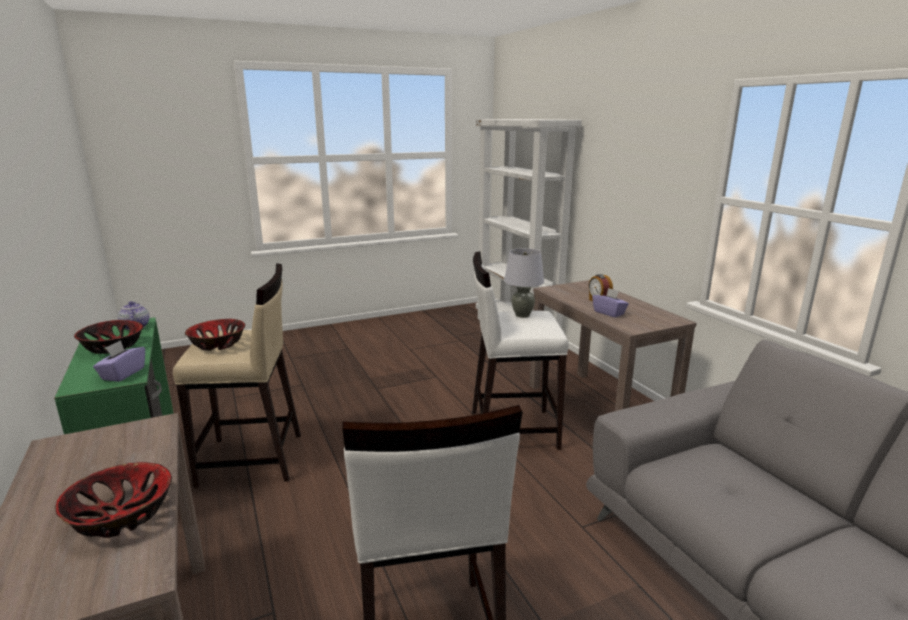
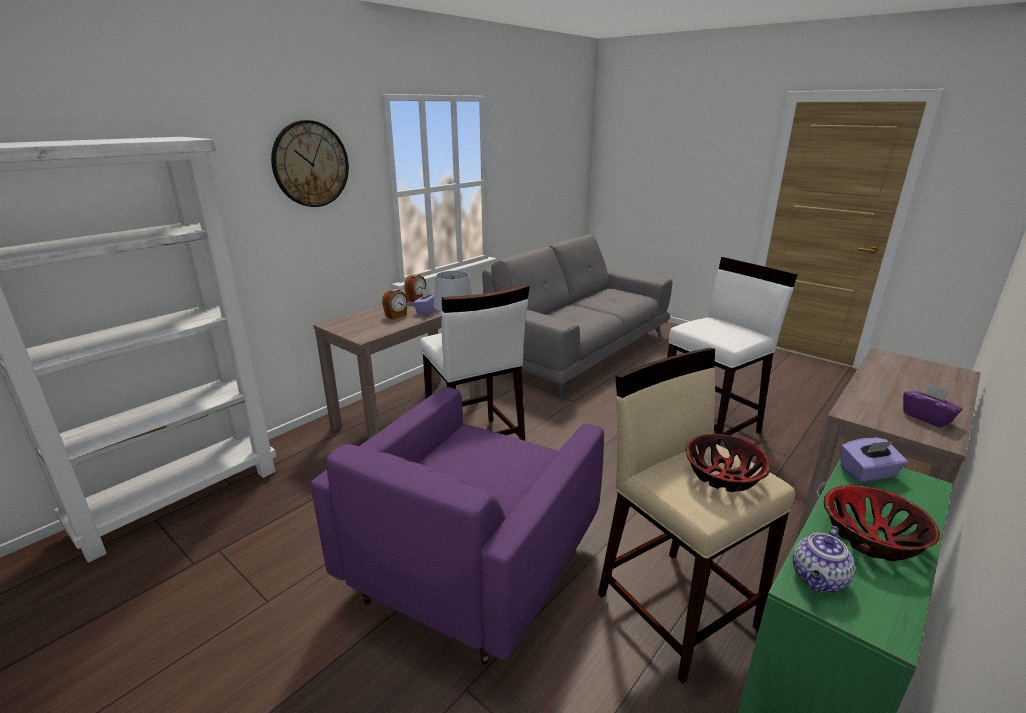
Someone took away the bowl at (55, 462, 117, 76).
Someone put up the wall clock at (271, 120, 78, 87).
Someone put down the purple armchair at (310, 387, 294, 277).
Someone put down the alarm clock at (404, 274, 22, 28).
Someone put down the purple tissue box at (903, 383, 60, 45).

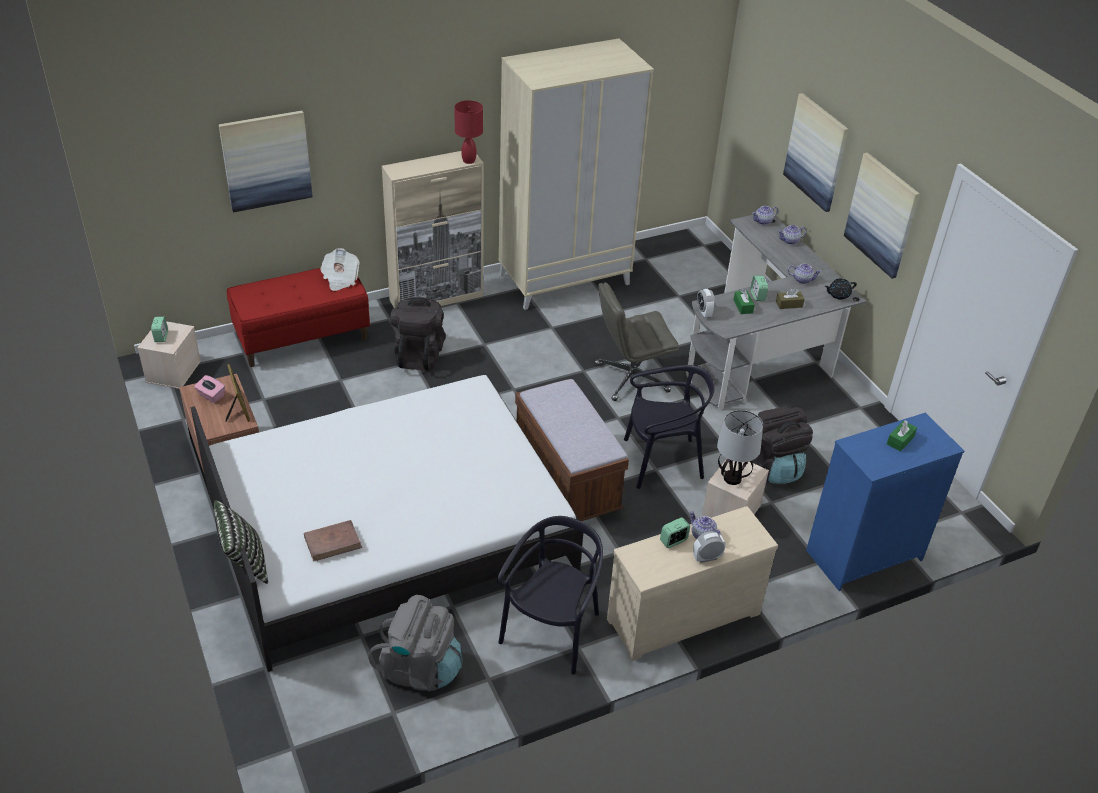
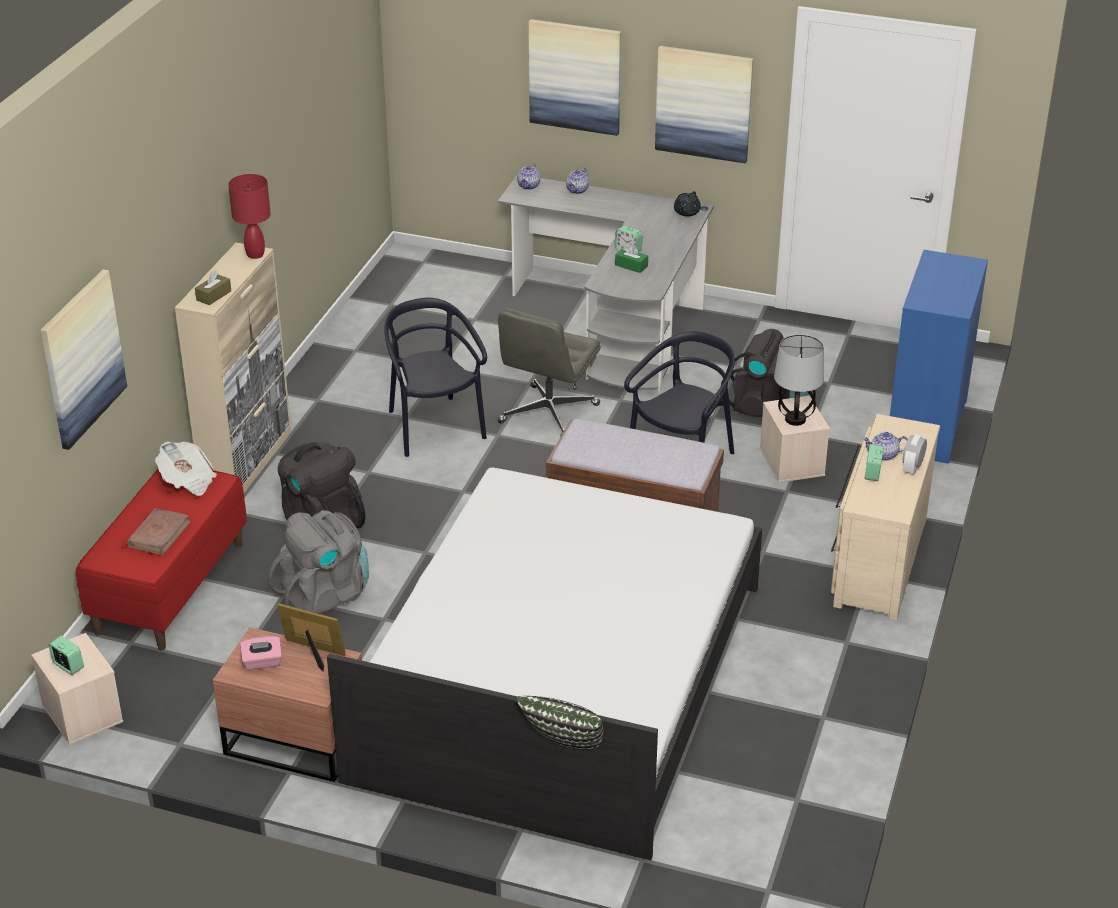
Someone took away the beige wardrobe at (498, 38, 156, 272).
Someone took away the alarm clock at (697, 289, 18, 29).
Someone took away the teapot at (788, 264, 34, 20).
Someone took away the green tissue box at (887, 420, 30, 32).
Someone carried the brown book from (304, 520, 58, 42) to (127, 508, 64, 47).
Someone carried the grey backpack from (368, 595, 95, 96) to (268, 510, 101, 104).
Someone carried the black chair from (497, 516, 106, 159) to (384, 298, 103, 159).
Someone carried the brown tissue box from (776, 288, 29, 21) to (195, 271, 36, 34).

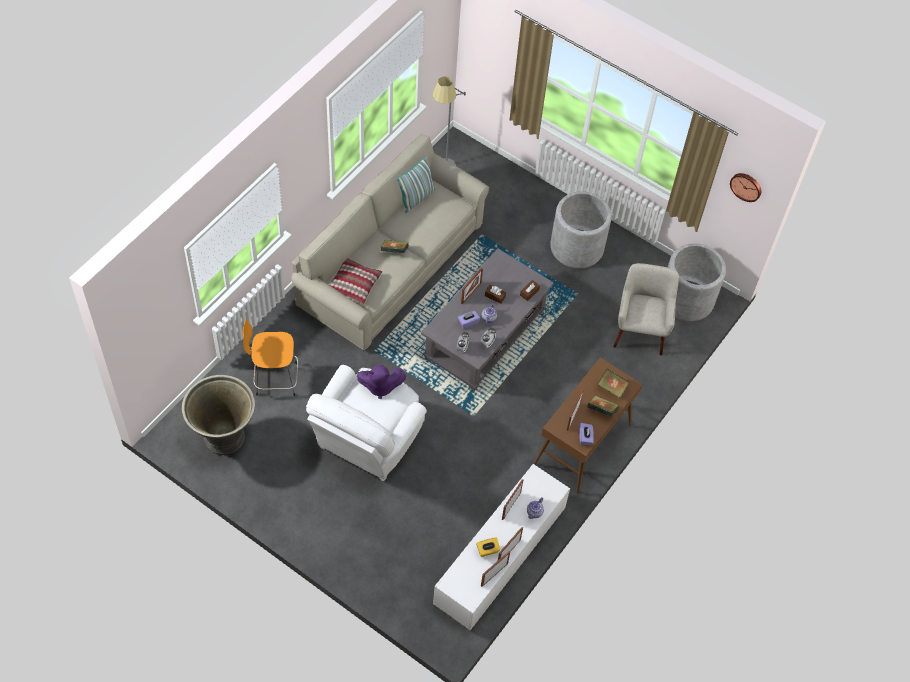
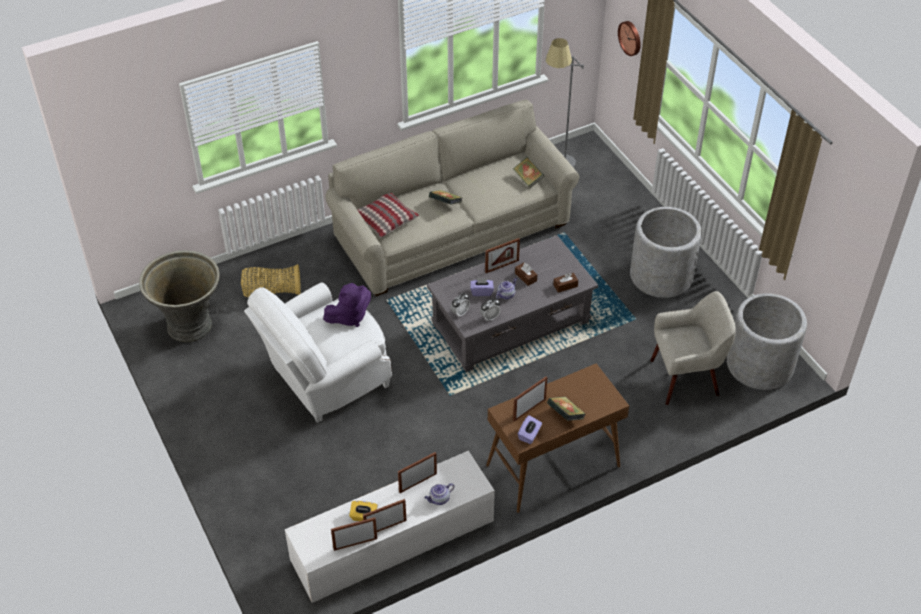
Someone took away the pillow at (397, 156, 39, 57).
Someone carried the book from (597, 369, 33, 29) to (513, 157, 31, 31).
Someone carried the wall clock from (730, 173, 31, 29) to (618, 21, 23, 35).
Someone swapped the orange stool at (243, 319, 55, 77) for the basket at (241, 264, 60, 33).
Someone rotated the purple plush toy at (357, 364, 49, 35) by 60 degrees counterclockwise.
Someone rotated the beige armchair at (613, 263, 66, 92) by 45 degrees clockwise.

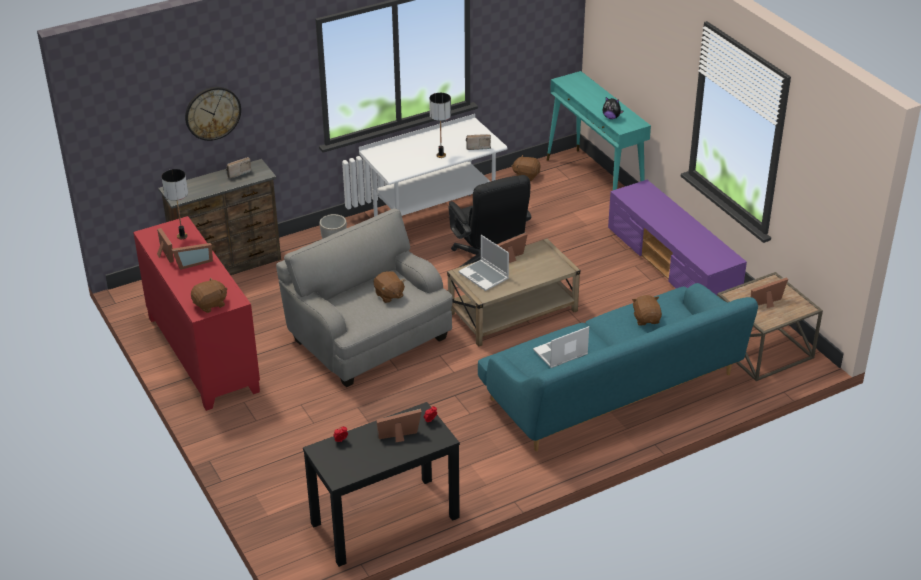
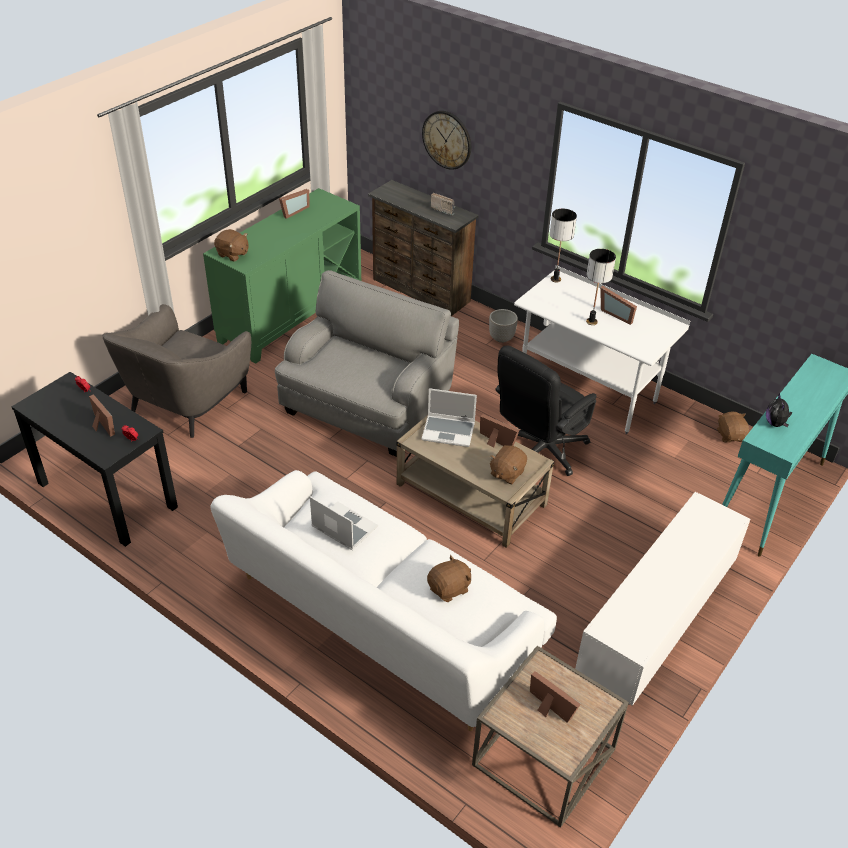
Someone took away the radio at (466, 134, 25, 16).
Someone put down the grey armchair at (102, 304, 149, 134).
Someone carried the table lamp from (161, 169, 27, 70) to (550, 209, 27, 74).
Someone carried the picture frame from (171, 243, 42, 27) to (600, 286, 37, 39).
Someone carried the brown plush toy from (374, 271, 31, 32) to (489, 445, 38, 39).
Someone repainted the red cabinet at (133, 216, 127, 195), which became the green cabinet at (203, 188, 158, 176).
Someone repainted the turquoise sofa at (478, 283, 280, 168), which became the white sofa at (210, 470, 347, 261).
Someone repainted the purple tv stand at (608, 180, 139, 115), which became the white tv stand at (575, 492, 176, 214).
Someone rotated the laptop at (458, 235, 51, 56) by 105 degrees counterclockwise.

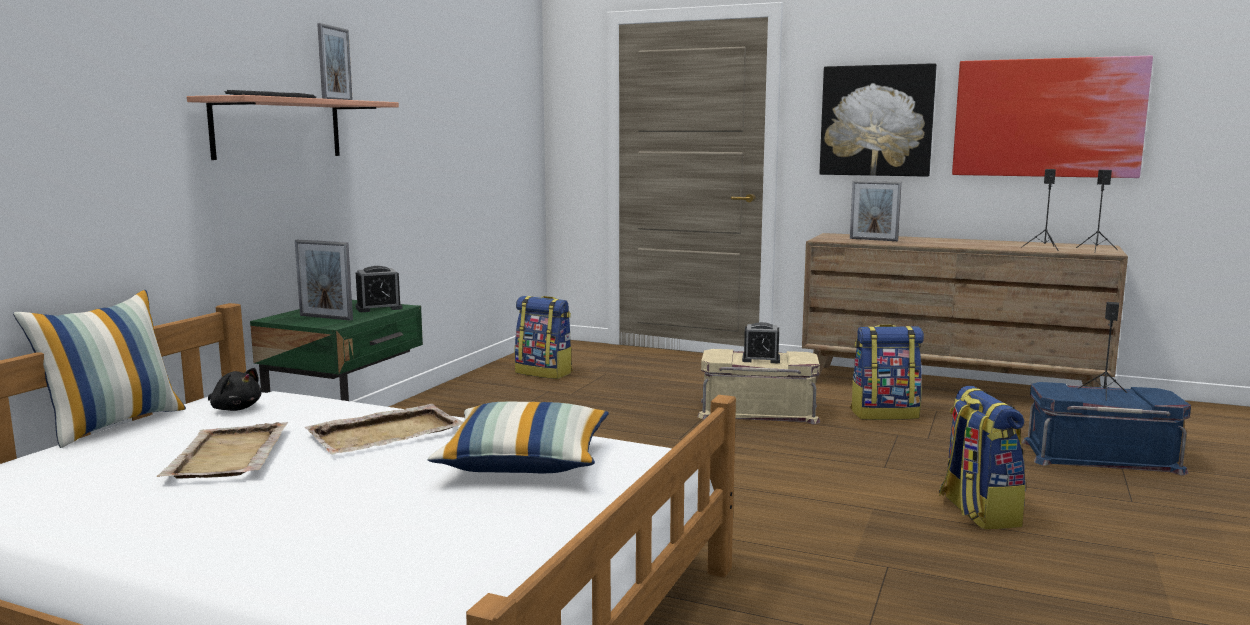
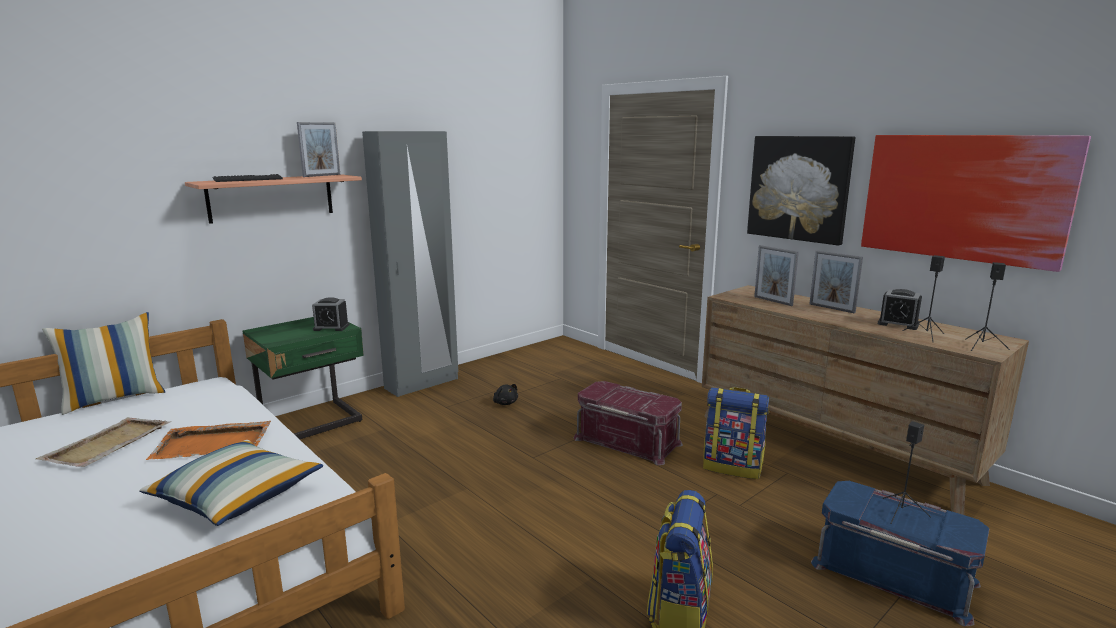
Someone took away the backpack at (515, 296, 57, 83).
Someone put down the grey wardrobe at (362, 131, 96, 266).
Someone carried the black plush toy from (208, 368, 54, 43) to (493, 384, 25, 21).
Someone carried the picture frame from (295, 240, 58, 81) to (810, 250, 53, 63).
Someone carried the alarm clock from (742, 322, 38, 41) to (878, 289, 44, 41).
Someone repainted the beige tray at (304, 404, 159, 51), which became the orange tray at (146, 421, 125, 39).
Someone repainted the beige storage box at (698, 349, 122, 75), which became the red storage box at (574, 381, 109, 84).

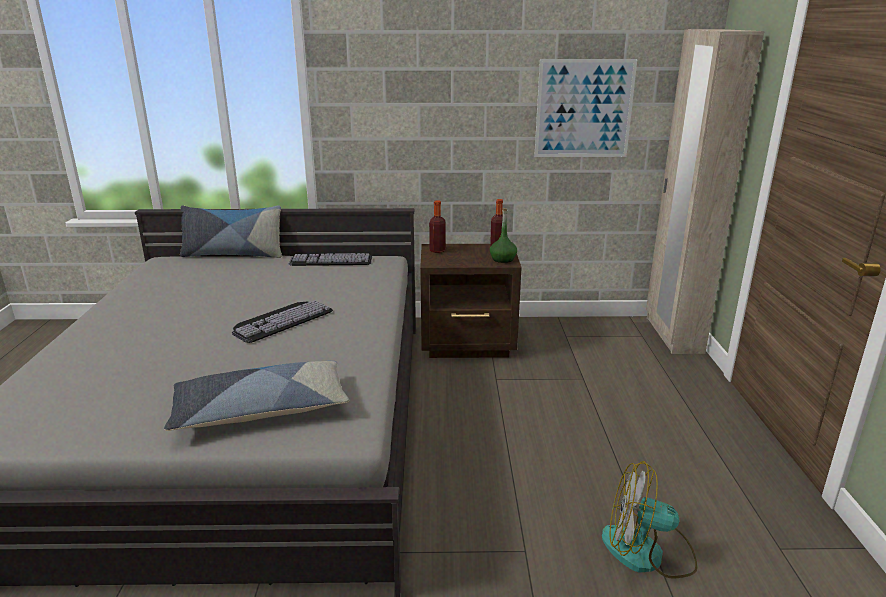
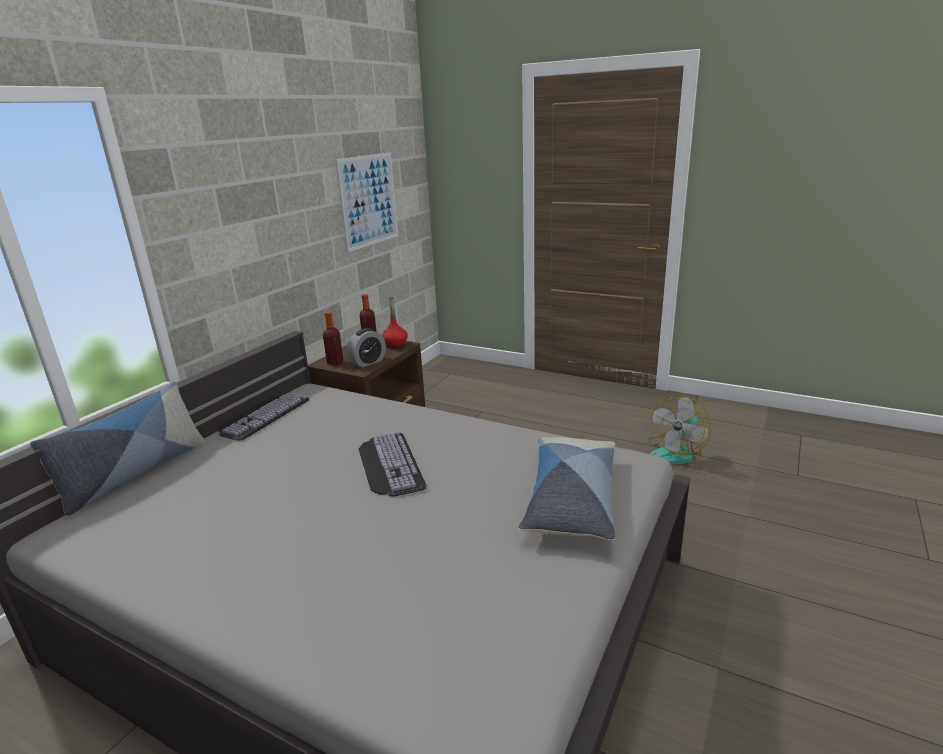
Someone took away the beige wardrobe at (646, 29, 118, 325).
Someone put down the alarm clock at (347, 328, 39, 40).
Someone repainted the green bottle at (490, 208, 27, 55), which became the red bottle at (382, 297, 26, 51).

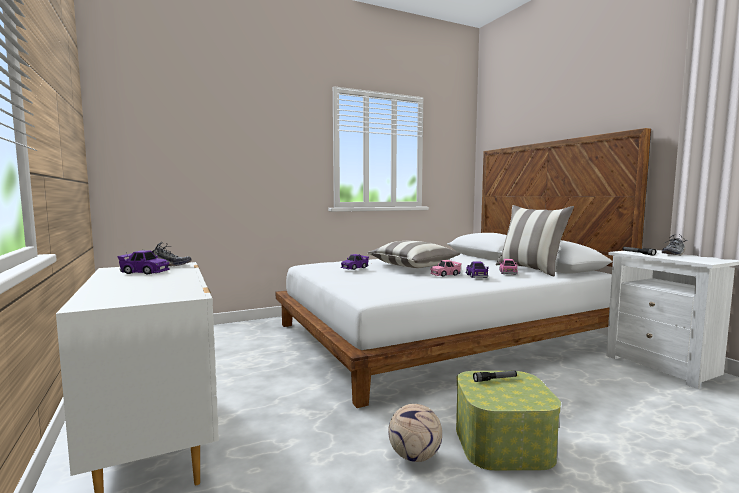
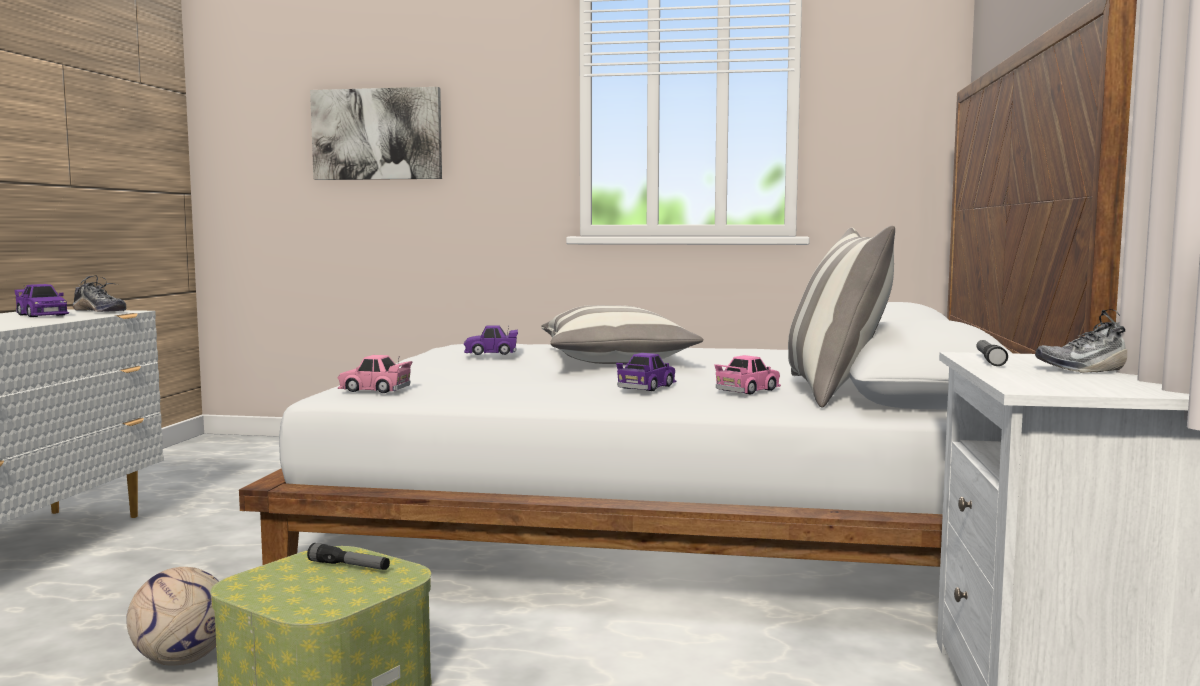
Someone put up the picture at (310, 87, 132, 93).
Someone carried the pink toy car from (430, 260, 32, 17) to (337, 355, 75, 38).

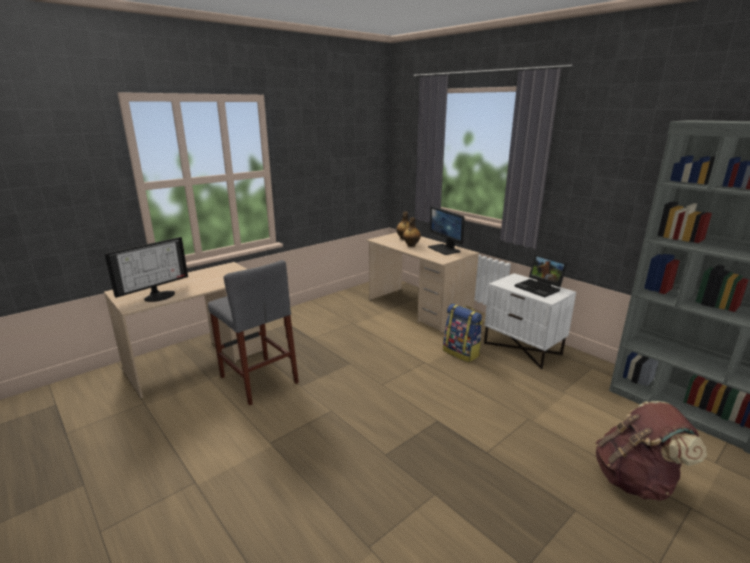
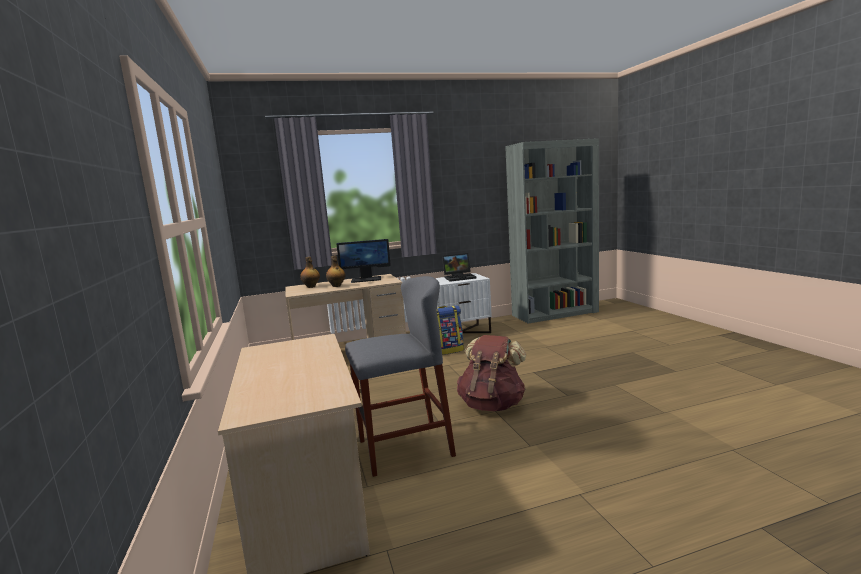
Someone took away the monitor at (105, 237, 83, 65).
Someone carried the brown backpack from (596, 401, 111, 99) to (457, 335, 69, 76).

